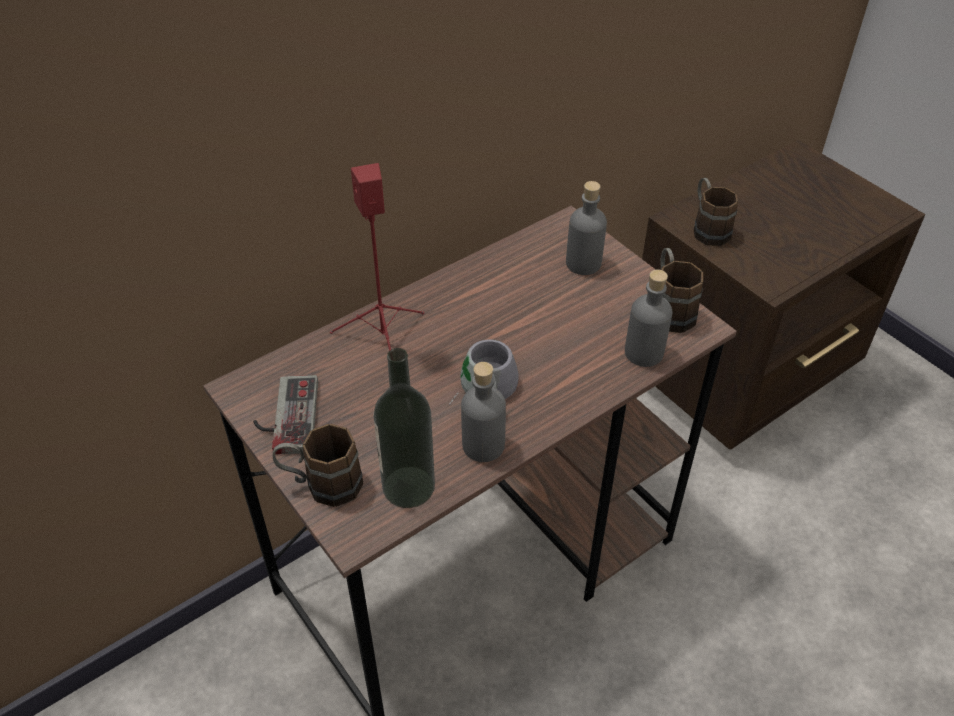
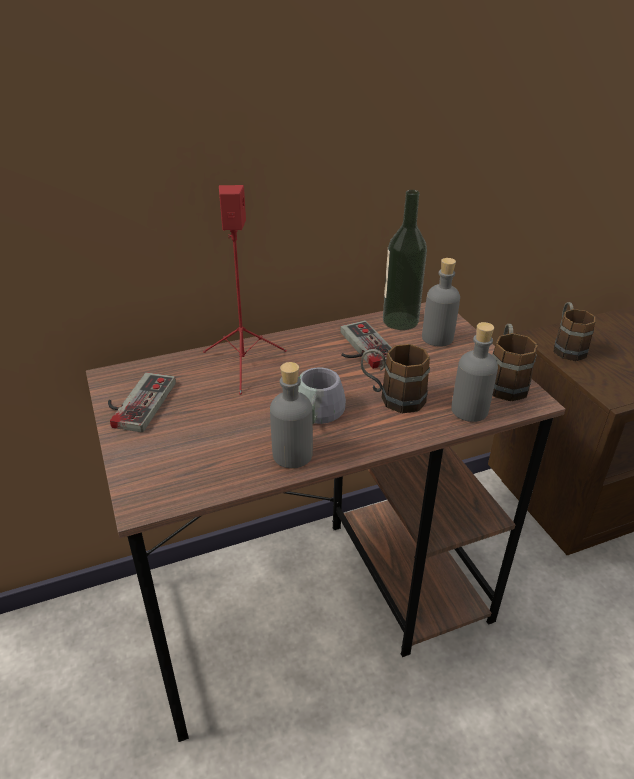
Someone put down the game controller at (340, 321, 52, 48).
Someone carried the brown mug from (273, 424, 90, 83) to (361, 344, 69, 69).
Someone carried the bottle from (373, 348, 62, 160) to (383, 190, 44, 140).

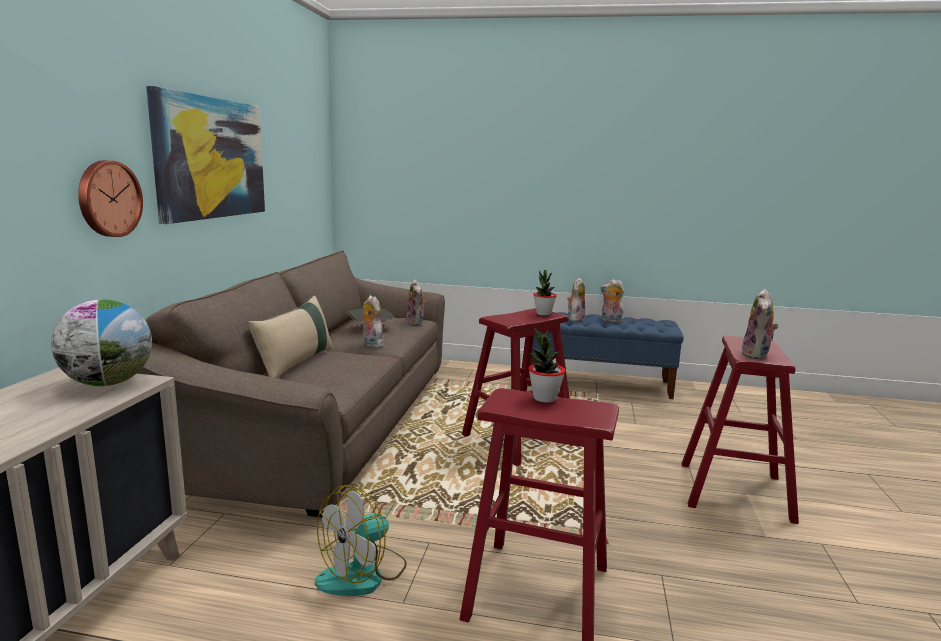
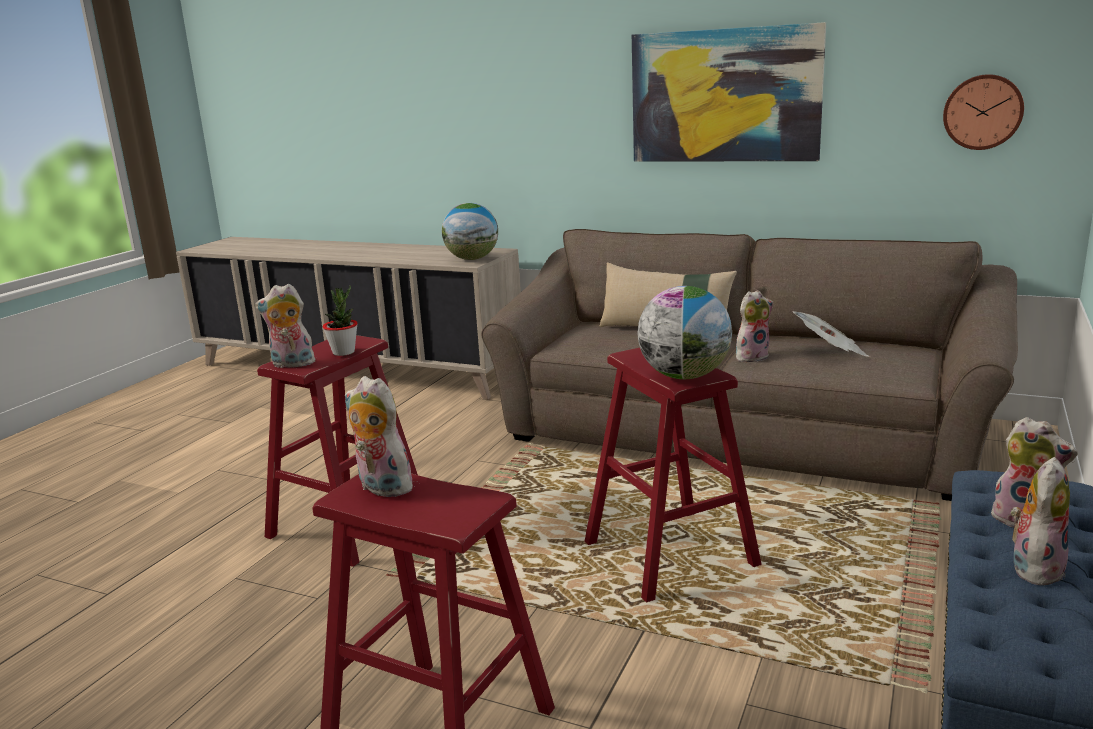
Someone took away the fan at (315, 485, 92, 111).
Someone carried the wall clock from (78, 160, 65, 77) to (943, 74, 81, 76).
Someone carried the plush toy from (406, 279, 20, 47) to (255, 284, 60, 84).
Someone swapped the potted plant at (533, 270, 24, 46) for the globe at (638, 286, 94, 93).

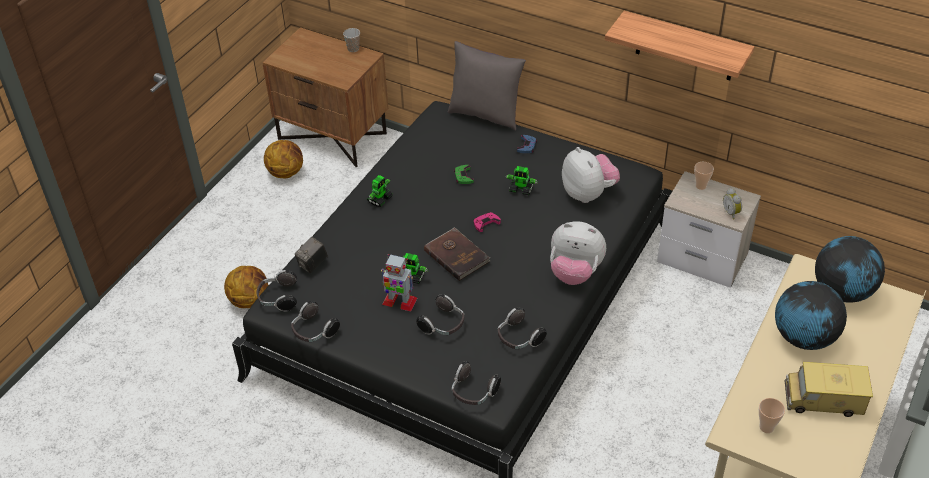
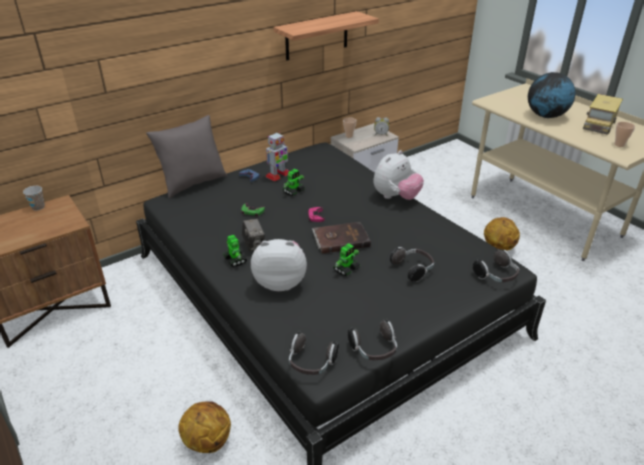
Someone took away the headphones at (497, 307, 50, 42).
Someone took away the globe at (815, 236, 70, 67).
Someone carried the basketball from (264, 140, 39, 39) to (484, 217, 36, 34).
Someone carried the photo camera from (295, 237, 33, 37) to (242, 218, 23, 33).
Someone carried the toy robot from (381, 254, 36, 57) to (265, 131, 24, 50).
Someone carried the plush toy from (562, 147, 58, 56) to (251, 239, 56, 52).

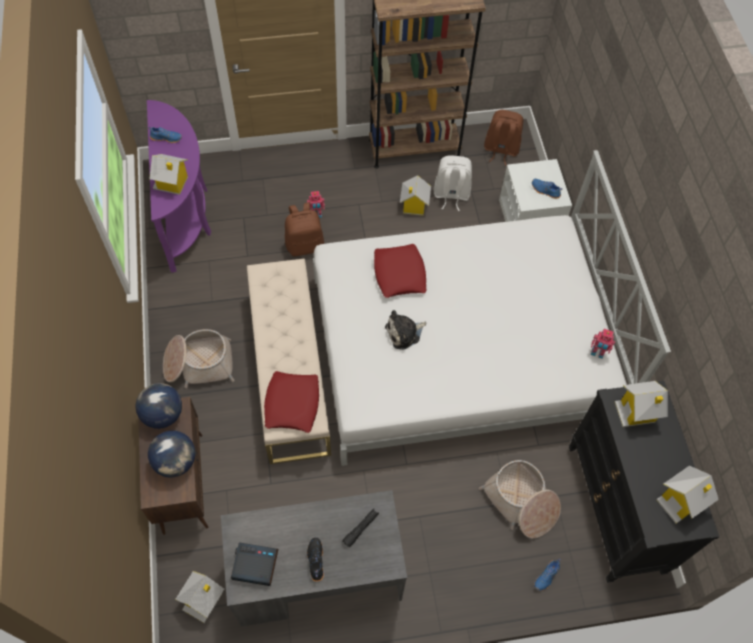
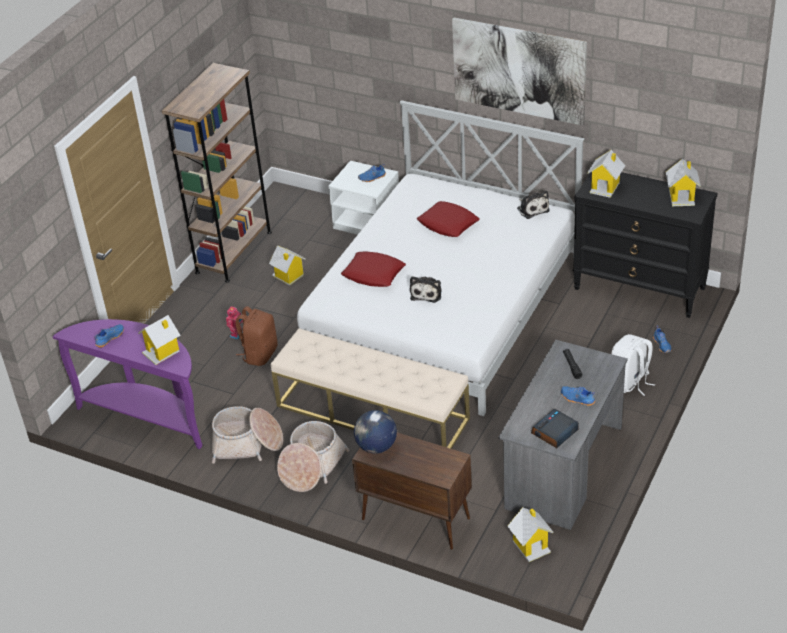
Someone took away the globe at (148, 430, 47, 48).
Someone took away the brown backpack at (484, 110, 39, 55).
Someone put up the picture at (452, 18, 135, 108).
Someone carried the red pillow from (264, 371, 55, 62) to (417, 201, 63, 36).
Someone carried the white backpack from (434, 155, 38, 56) to (611, 334, 44, 62).
Someone carried the basket from (479, 460, 82, 78) to (212, 406, 71, 58).
Someone swapped the toy robot at (591, 329, 24, 30) for the plush toy at (517, 191, 33, 28).
Someone repainted the black shoe at (307, 537, 17, 45), which became the blue shoe at (561, 386, 34, 20).

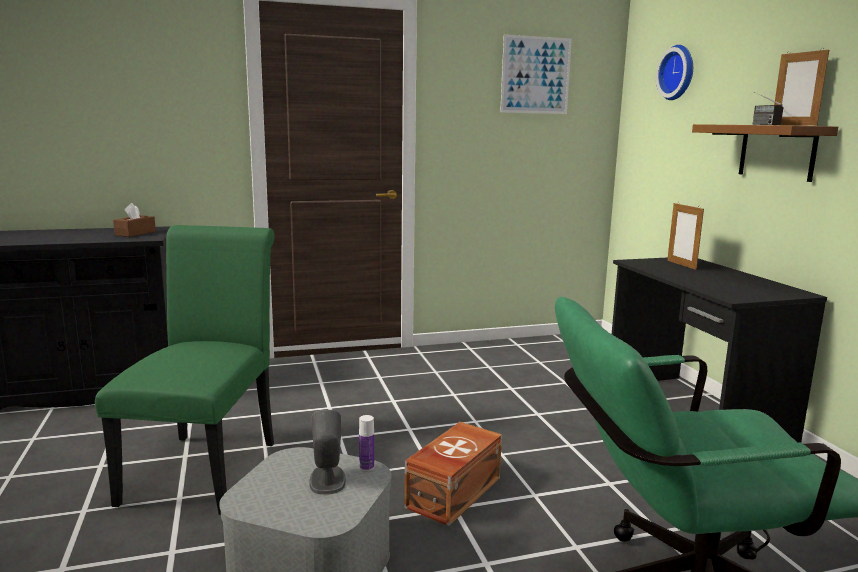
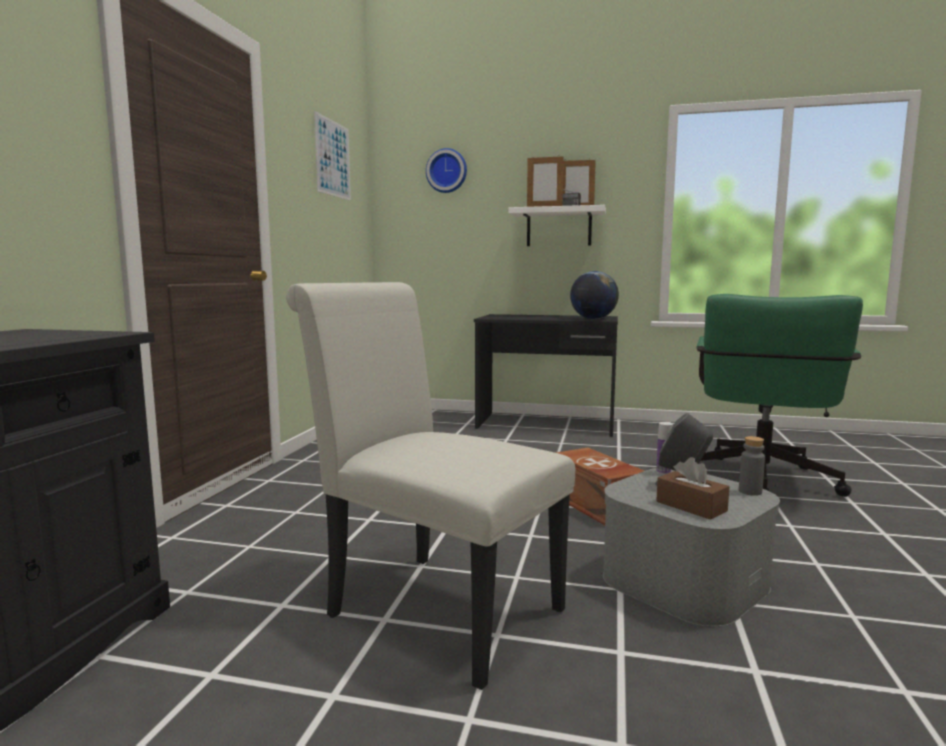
Someone put down the globe at (570, 271, 49, 48).
Someone put down the grey bottle at (739, 436, 26, 60).
Someone carried the brown tissue box from (113, 203, 43, 34) to (656, 457, 73, 63).
Someone carried the picture frame from (667, 203, 37, 67) to (527, 155, 37, 52).
Someone repainted the green chair at (95, 225, 180, 290), which became the white chair at (286, 282, 290, 408).
Someone repainted the brown shelf at (692, 124, 146, 58), which became the white shelf at (509, 205, 97, 41).

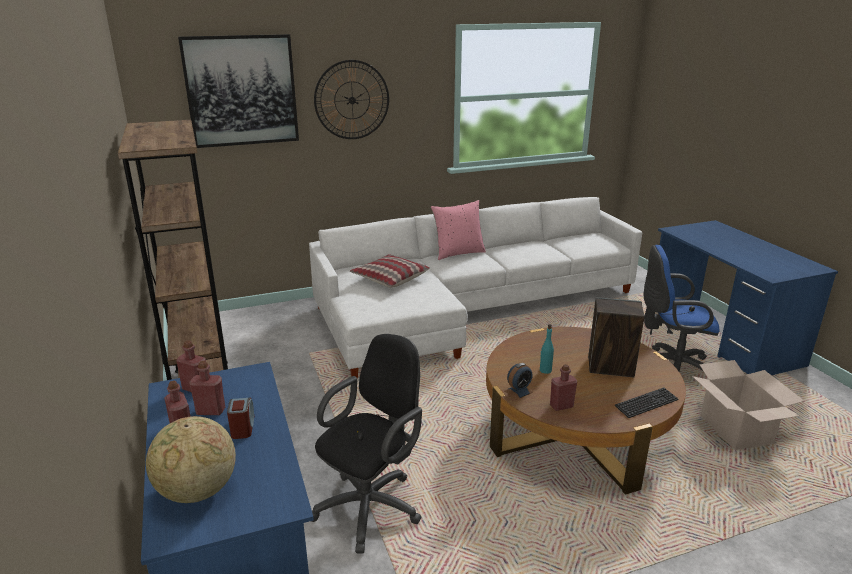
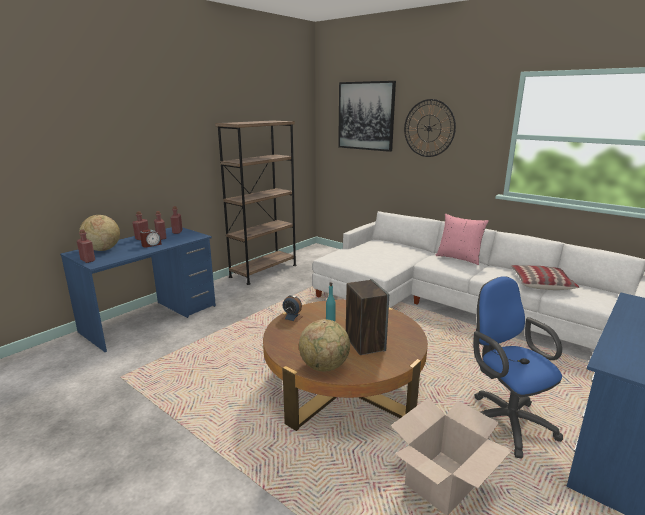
Someone took away the black office chair at (311, 334, 111, 220).
Someone carried the pillow from (350, 254, 80, 34) to (511, 265, 68, 25).
Someone carried the red bottle from (550, 364, 27, 47) to (77, 230, 18, 33).
Someone swapped the keyboard at (615, 387, 63, 31) for the globe at (299, 319, 51, 52).

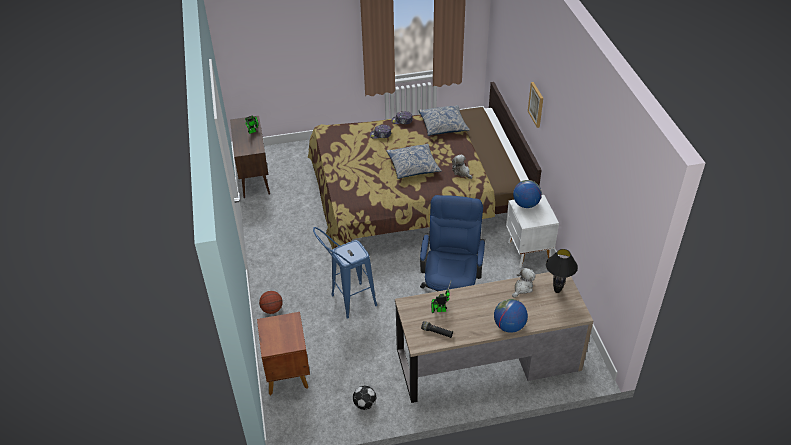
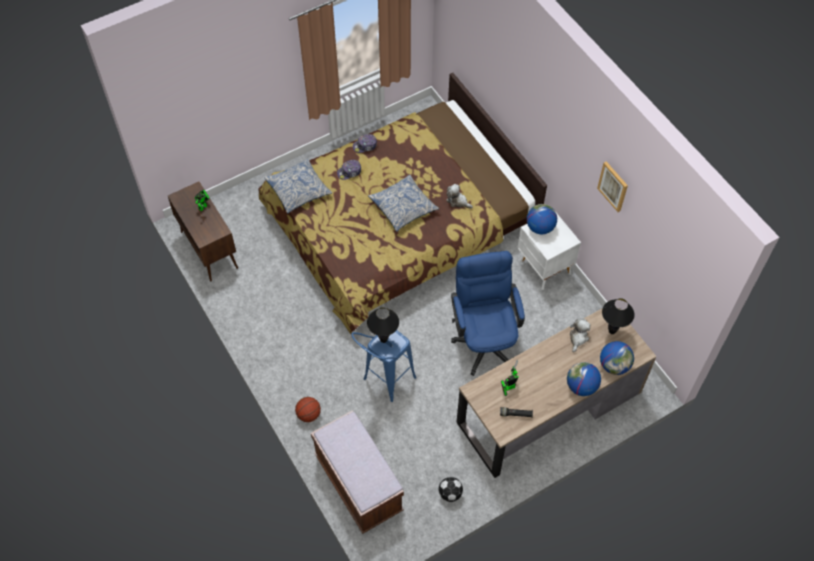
Someone put down the black table lamp at (367, 307, 32, 36).
Someone put down the globe at (600, 341, 34, 34).
Someone carried the pillow from (418, 105, 52, 31) to (264, 158, 68, 56).
Someone carried the picture from (528, 82, 15, 46) to (597, 161, 31, 51).
Someone swapped the brown nightstand at (257, 312, 53, 83) for the brown bench at (311, 411, 93, 123).

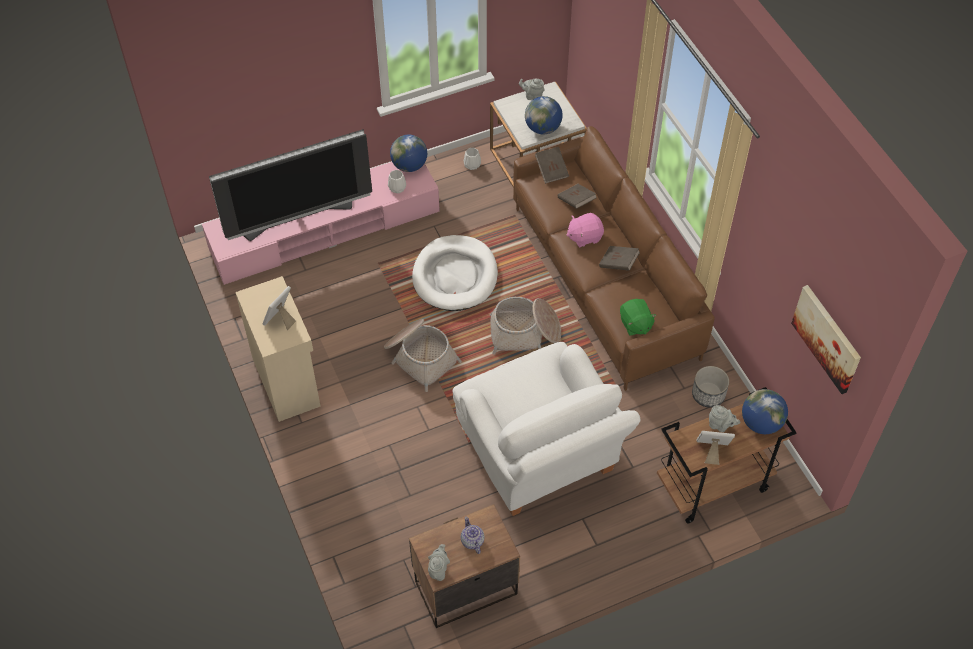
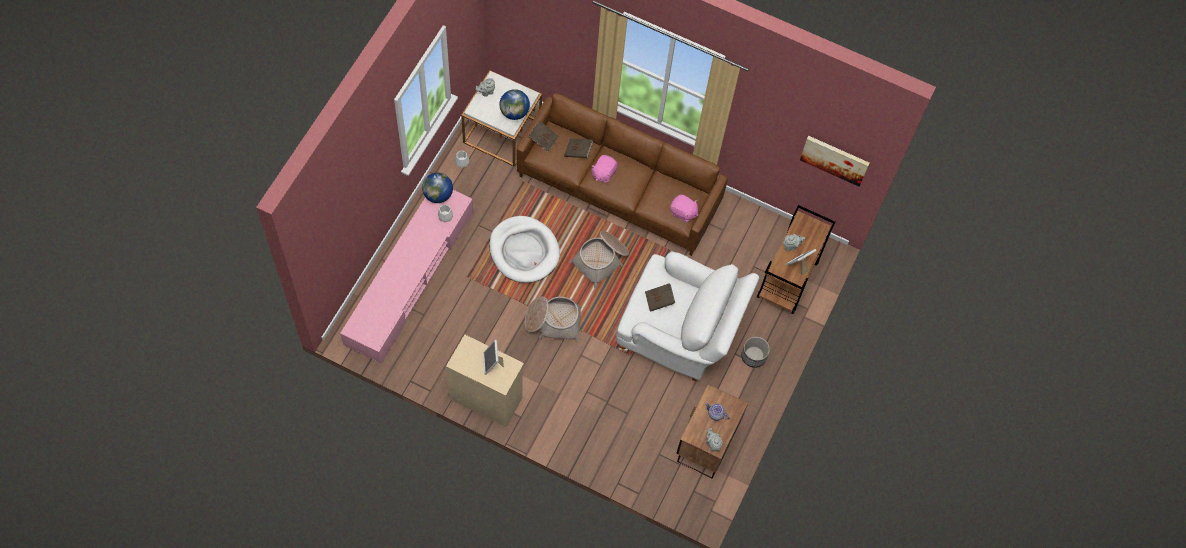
Someone took away the television at (209, 129, 163, 112).
Someone took away the globe at (742, 389, 46, 45).
Someone carried the brown book from (599, 246, 41, 25) to (645, 283, 30, 29).
Someone carried the planter from (692, 366, 37, 42) to (741, 337, 29, 31).
Someone repainted the green plush toy at (620, 299, 37, 37), which became the pink plush toy at (670, 195, 29, 28).

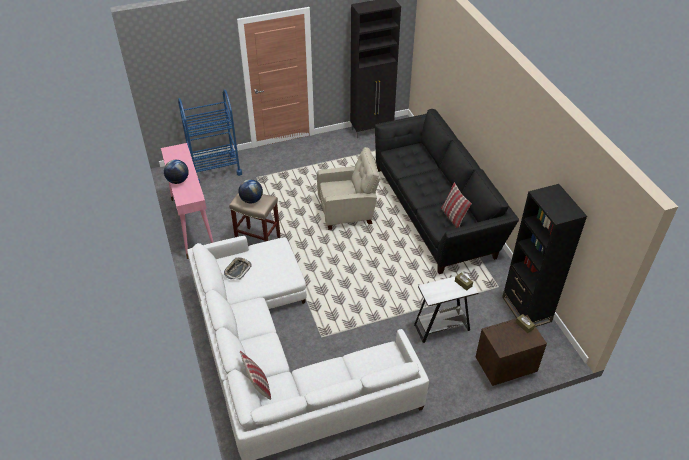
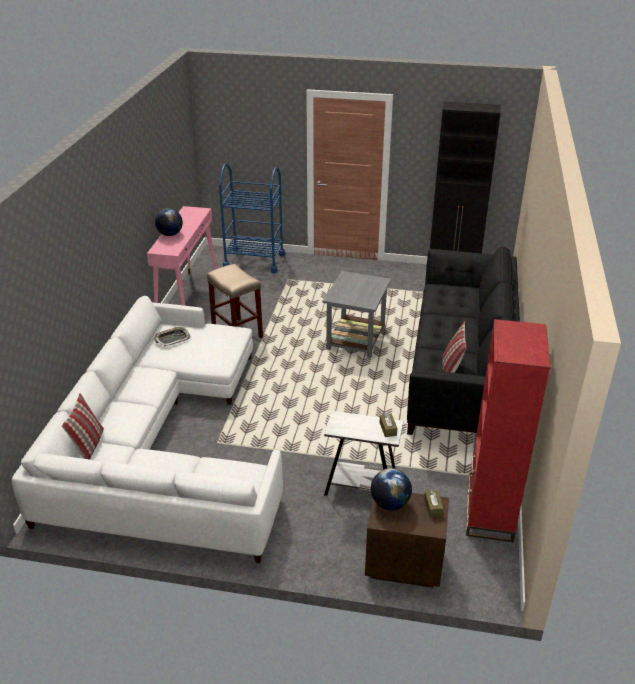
Someone carried the globe from (238, 179, 25, 24) to (371, 468, 41, 42).
Someone swapped the beige armchair at (317, 147, 63, 83) for the grey side table at (323, 271, 68, 87).
Someone repainted the black bookcase at (502, 184, 85, 143), which became the red bookcase at (466, 319, 84, 223).

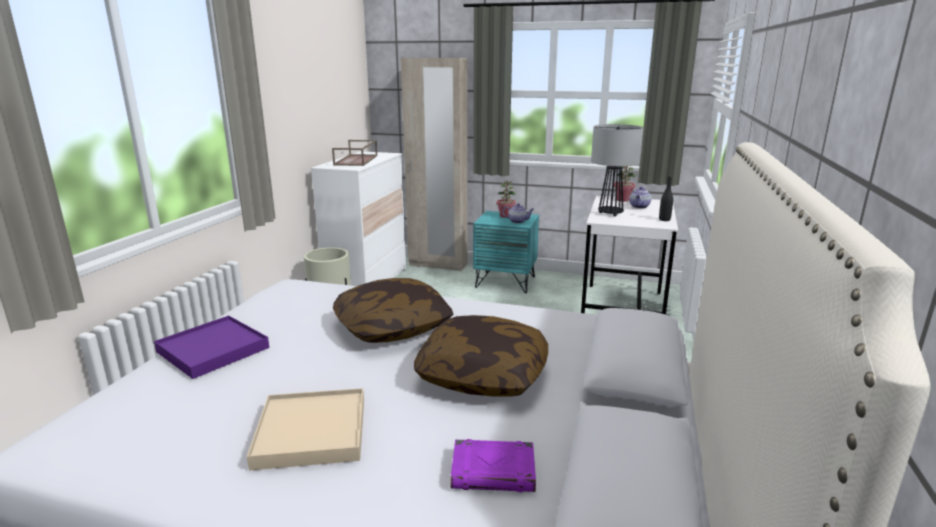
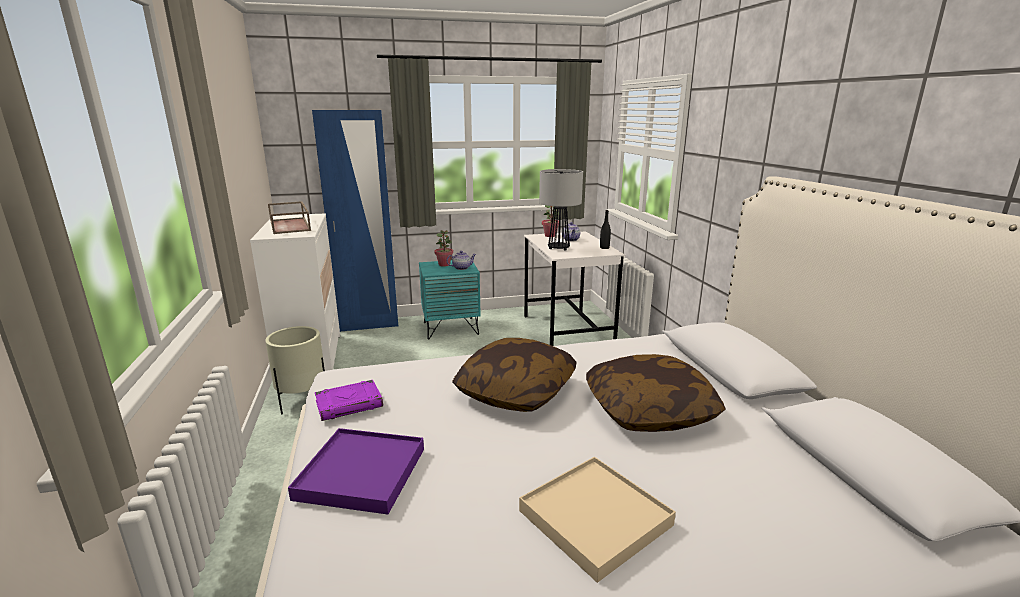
Someone carried the purple book from (450, 439, 86, 53) to (315, 380, 68, 41).
Someone repainted the beige wardrobe at (400, 58, 68, 213), which became the blue wardrobe at (312, 110, 86, 222).

